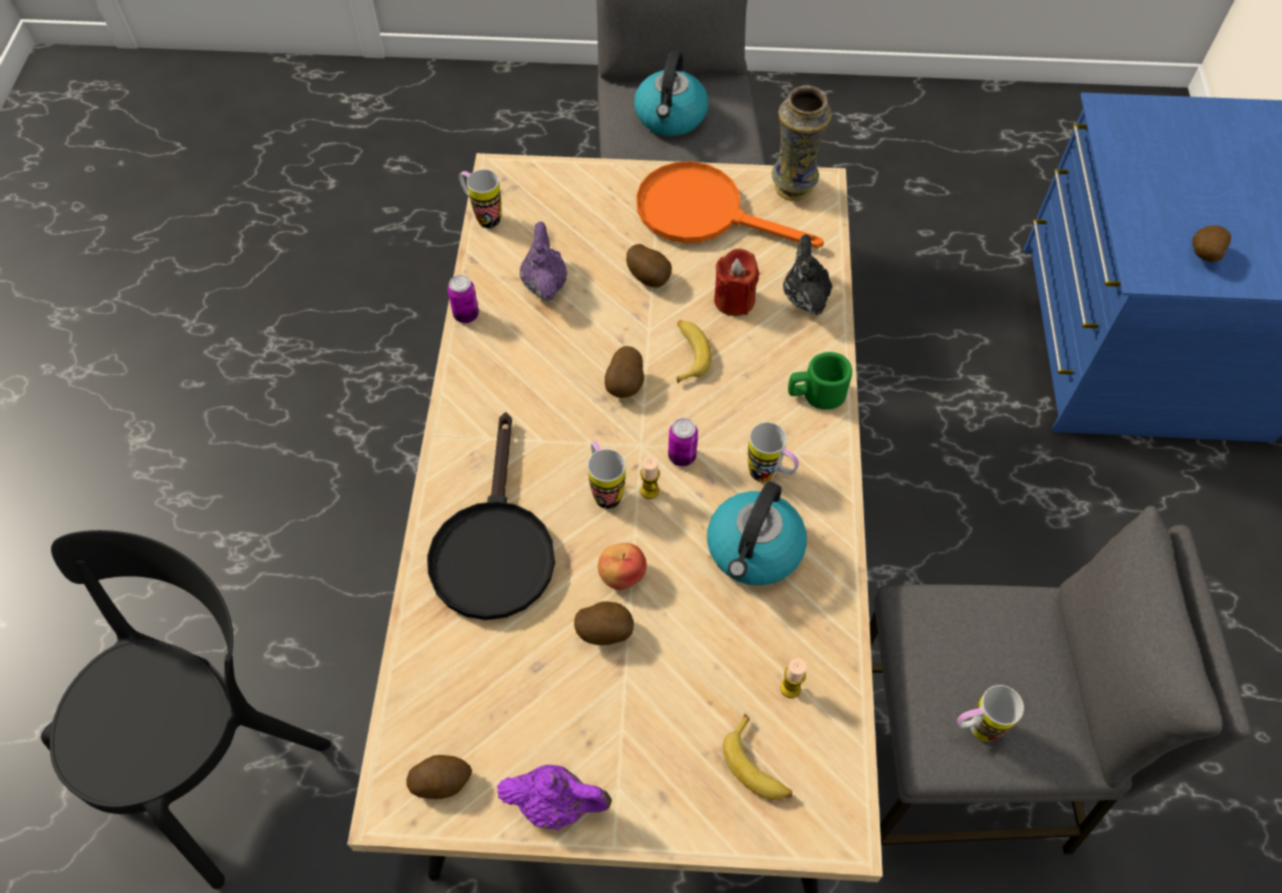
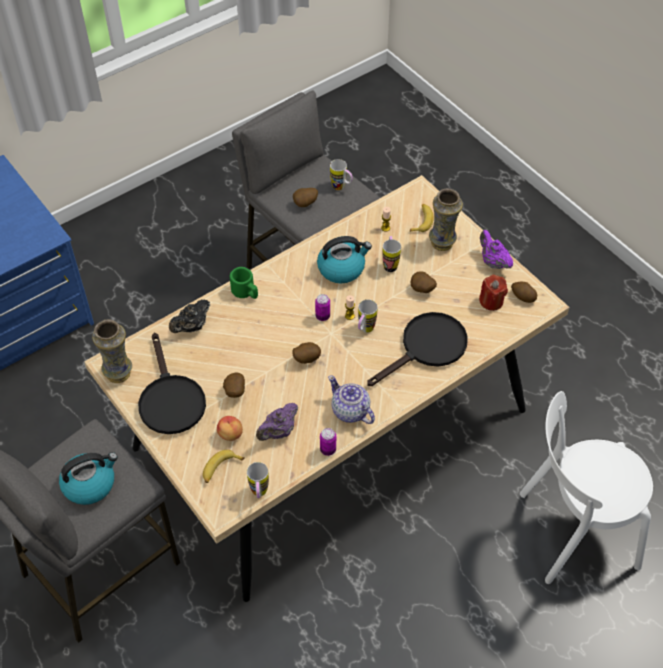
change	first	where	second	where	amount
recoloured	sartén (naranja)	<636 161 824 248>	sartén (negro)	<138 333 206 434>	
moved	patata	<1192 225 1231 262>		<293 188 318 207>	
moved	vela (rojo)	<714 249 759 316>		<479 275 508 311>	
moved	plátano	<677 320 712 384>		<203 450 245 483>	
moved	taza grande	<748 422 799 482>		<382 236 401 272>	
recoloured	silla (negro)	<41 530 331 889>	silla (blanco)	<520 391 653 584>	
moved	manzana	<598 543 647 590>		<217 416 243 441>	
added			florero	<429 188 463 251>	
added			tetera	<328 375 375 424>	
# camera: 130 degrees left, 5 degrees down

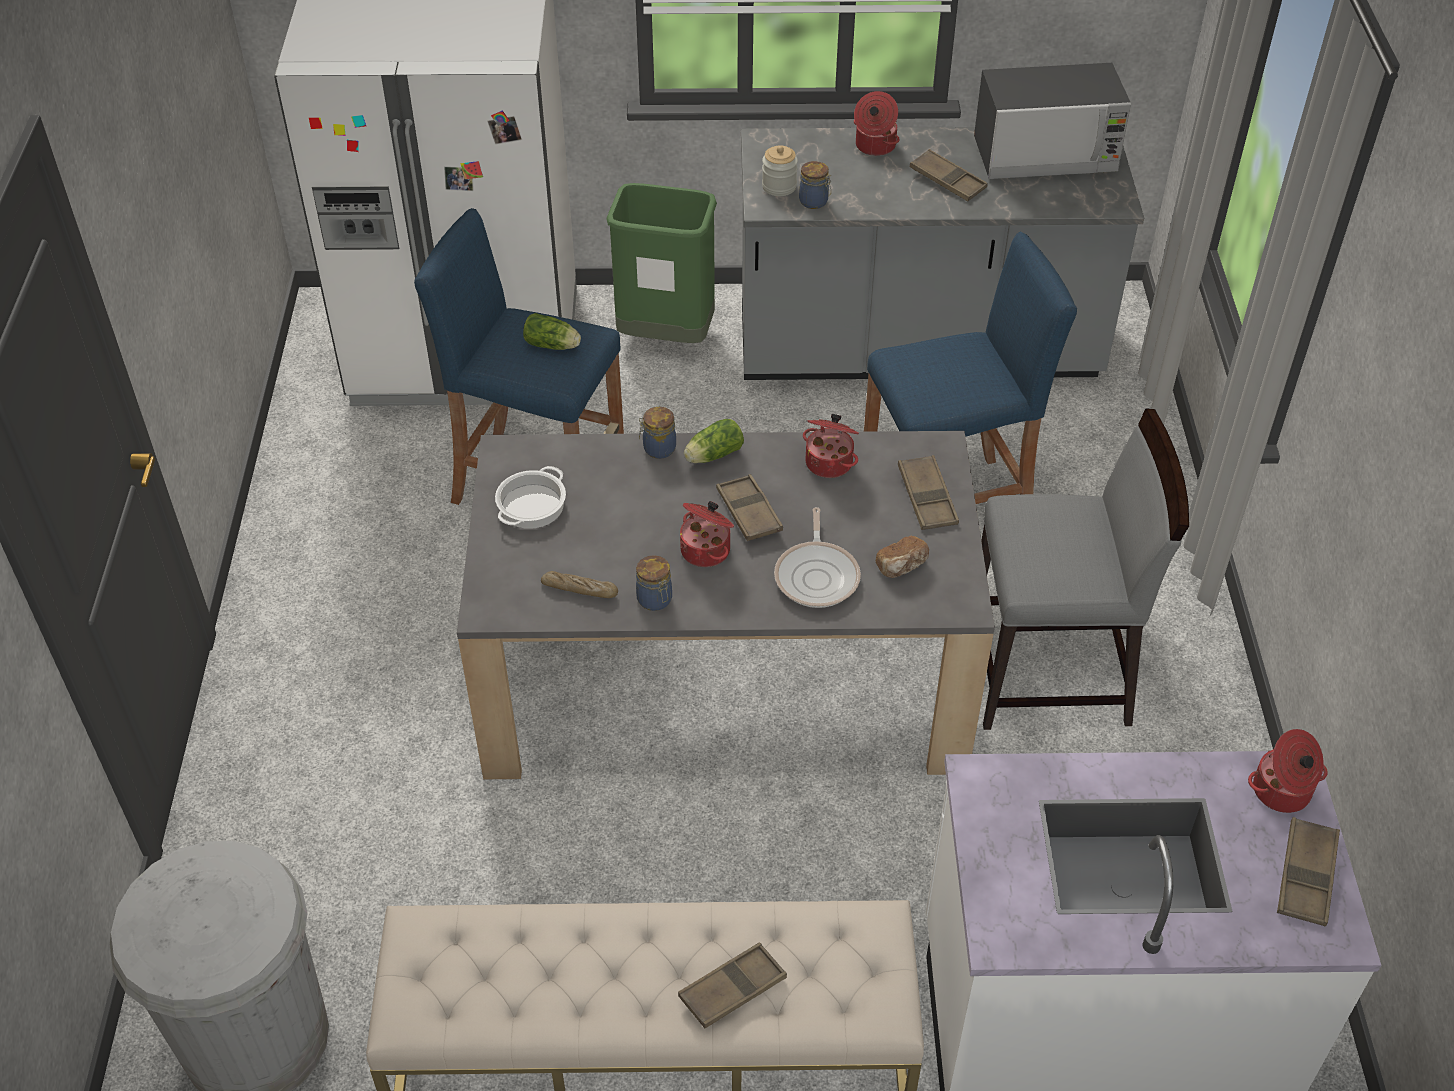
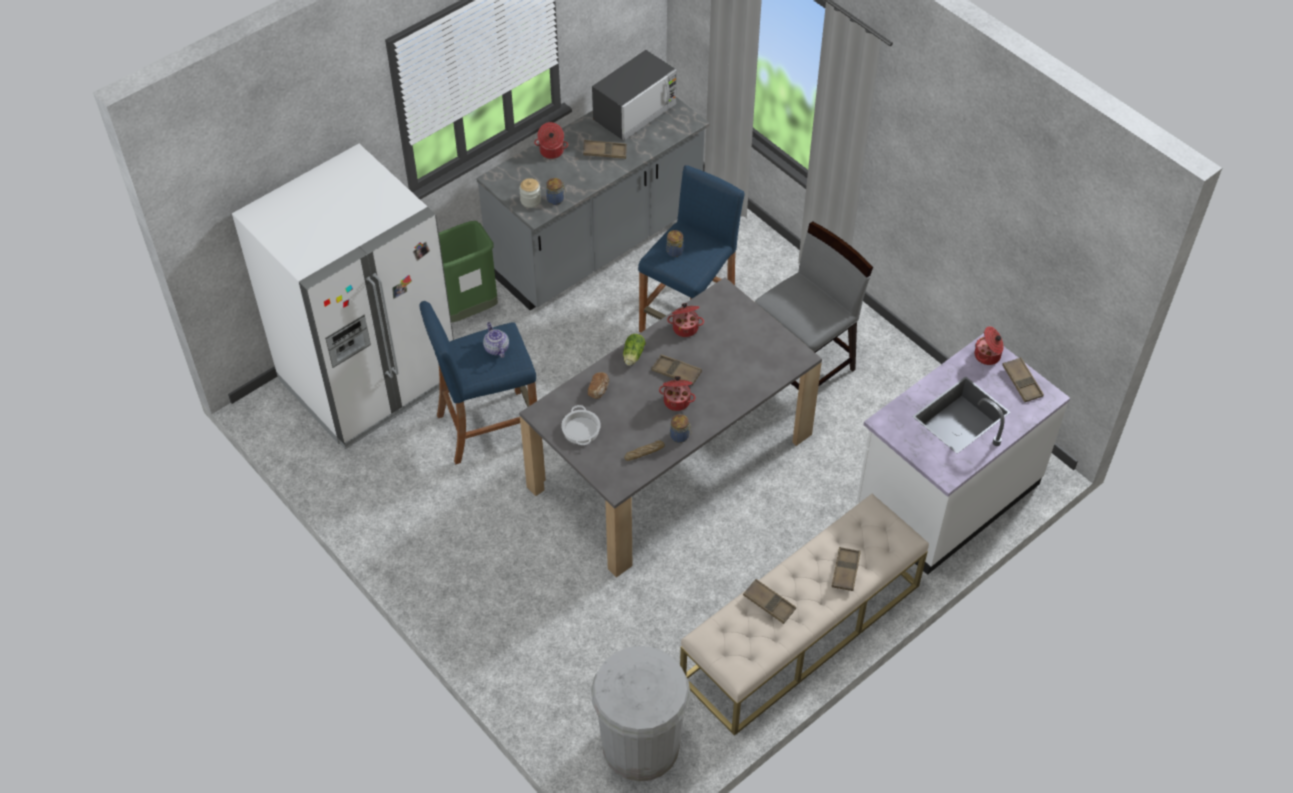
change	first	where	second	where	amount
replaced	lechuga	<523 313 581 350>	tetera	<483 322 509 358>	
moved	tarro	<639 407 676 459>		<666 230 684 257>	
moved	bandeja (marrón)	<898 455 959 530>		<743 579 796 624>	
removed	sartén	<774 507 861 608>			
moved	pan	<876 536 929 578>		<588 373 609 399>	
# camera: 40 degrees left, 5 degrees up

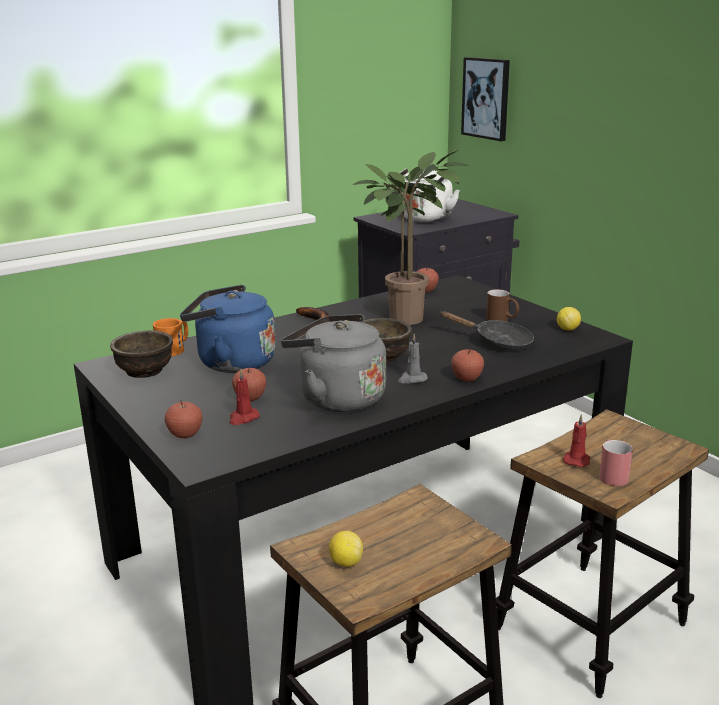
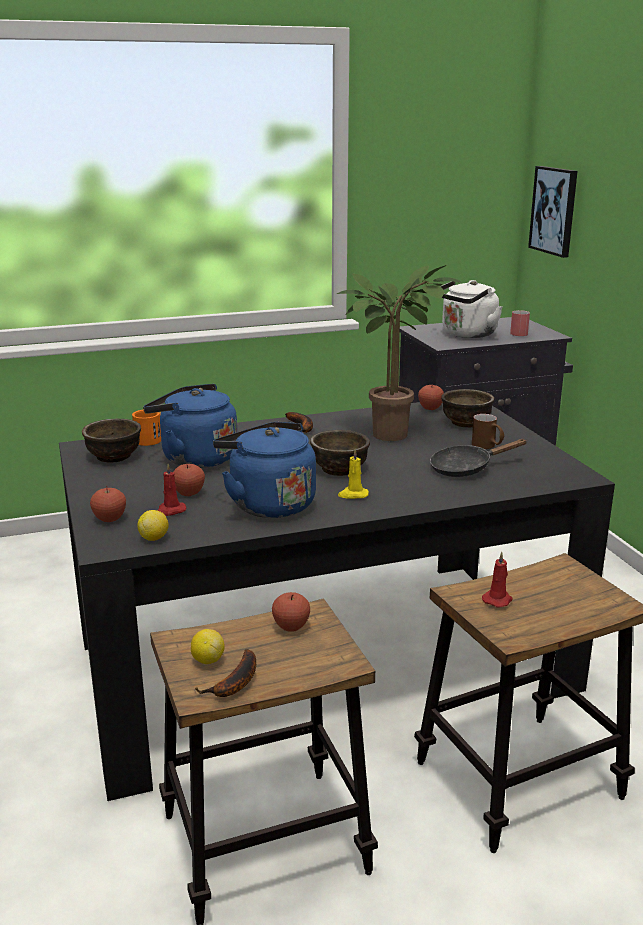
change	first	where	second	where	amount
moved	limón	<557 307 581 331>		<137 510 169 541>	
turned	sartén (negro)	<441 311 534 351>		<430 439 526 477>	120 degrees clockwise
recoloured	hervidor (gris)	<281 314 386 412>	hervidor (azul)	<213 422 316 518>	
recoloured	vela (gris)	<398 334 428 384>	vela (amarillo)	<338 449 369 499>	
moved	manzana	<451 349 484 382>		<272 592 310 631>	
moved	taza grande (rojo)	<599 440 633 486>		<510 310 530 336>	
added			cuenco (marrón)	<441 389 494 427>	
added			plátano	<195 649 256 697>	
# camera: 15 degrees right, 0 degrees up

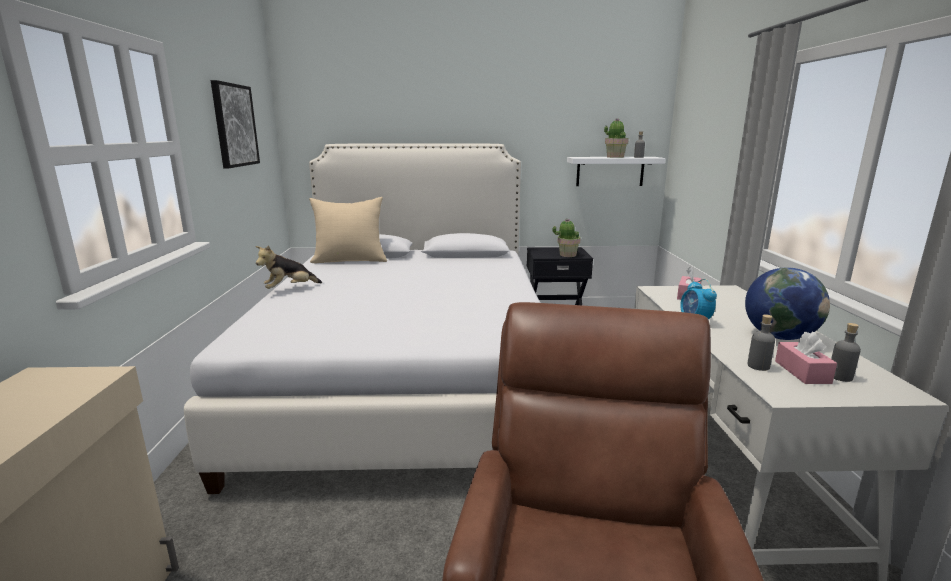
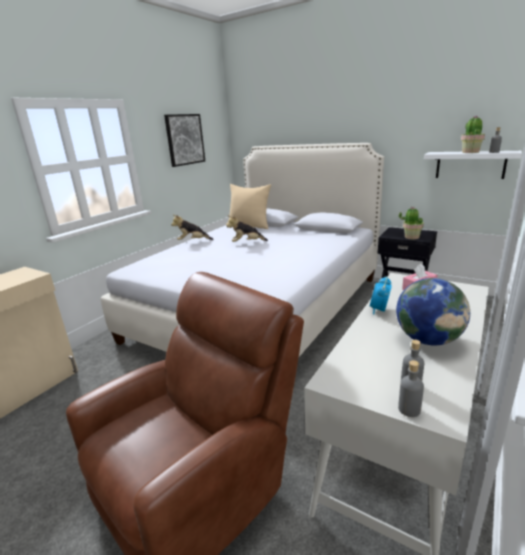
change	first	where	second	where	amount
moved	botella (gris)	<747 314 775 371>		<398 360 424 417>	
removed	caja de pañuelos (rosa)	<775 332 837 384>			
added			peluche	<227 215 268 242>	
# camera: 35 degrees right, 5 degrees up

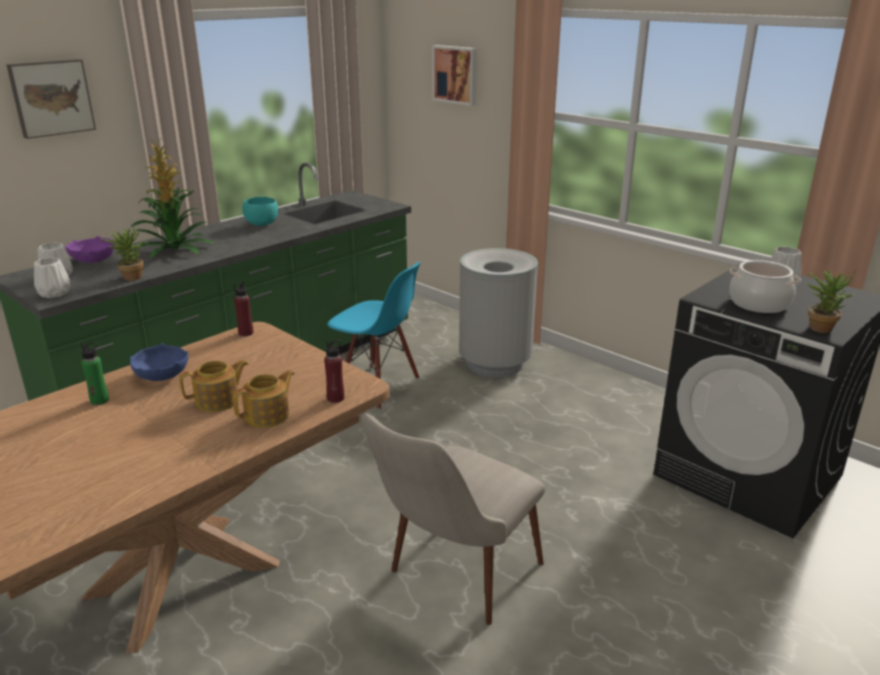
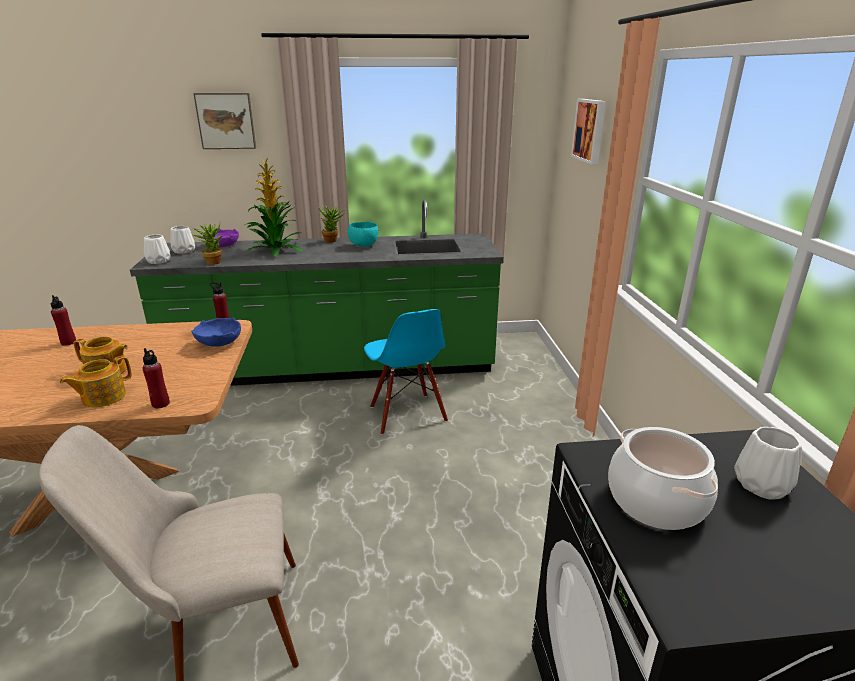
change	first	where	second	where	amount
removed	papelera (gris)	<459 248 538 377>			
moved	planta en maceta	<805 271 855 333>		<319 206 345 243>	
recoloured	botella (verde)	<81 342 109 405>	botella (rojo)	<51 295 76 346>	
moved	cuenco (azul)	<130 343 188 381>		<191 317 241 347>	
turned	tetera	<232 370 295 428>		<60 355 132 407>	135 degrees clockwise
# camera: 40 degrees right, 0 degrees up

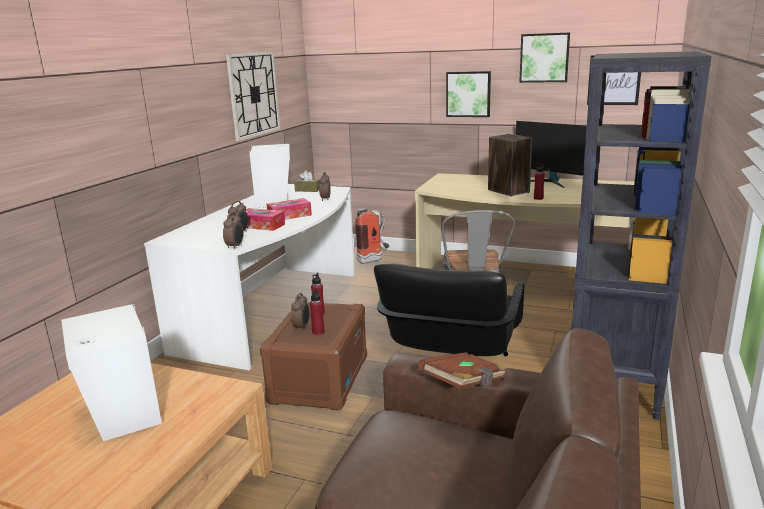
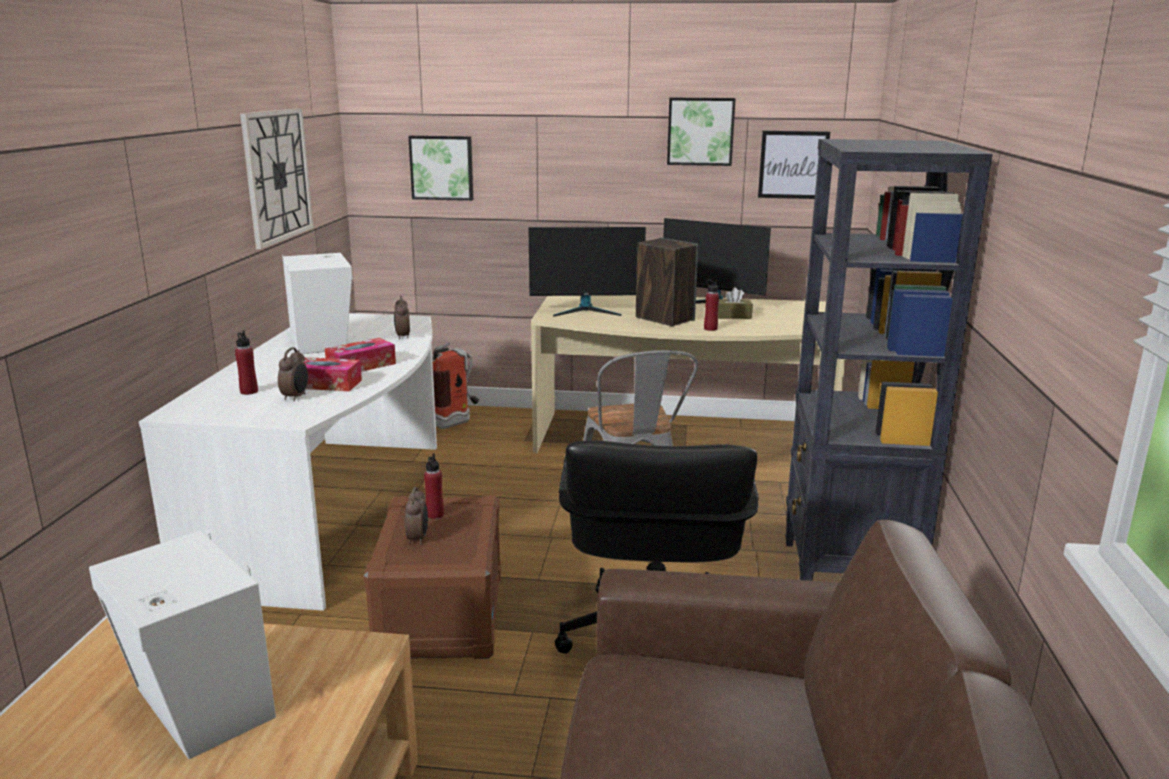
change	first	where	second	where	amount
moved	cuadro	<446 71 491 117>		<408 136 473 201>	
moved	caja de pañuelos (marrón)	<294 170 320 192>		<718 287 753 319>	
removed	despertador	<223 212 244 249>			
moved	botella (rojo)	<310 288 325 335>		<235 330 258 395>	
removed	libro (marrón)	<418 352 508 389>			
added			monitor	<529 227 646 317>	
# camera: 15 degrees left, 0 degrees up

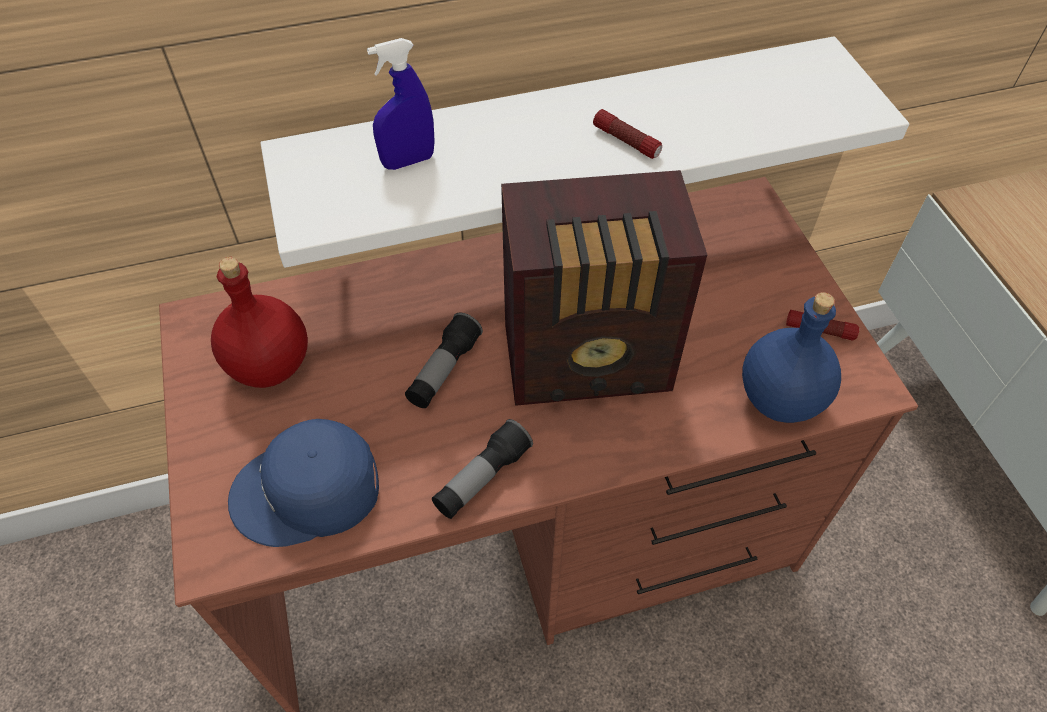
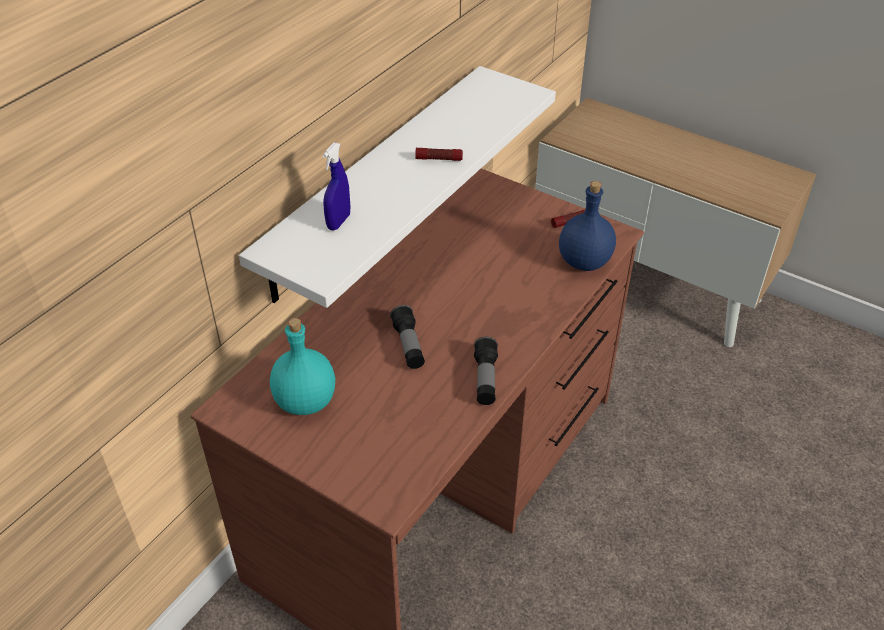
change	first	where	second	where	amount
removed	radio	<501 170 707 406>			
recoloured	botella (rojo)	<211 257 308 388>	botella (turquesa)	<270 318 335 415>	
removed	gorra (azul)	<228 419 379 547>			
# camera: 40 degrees left, 10 degrees down

